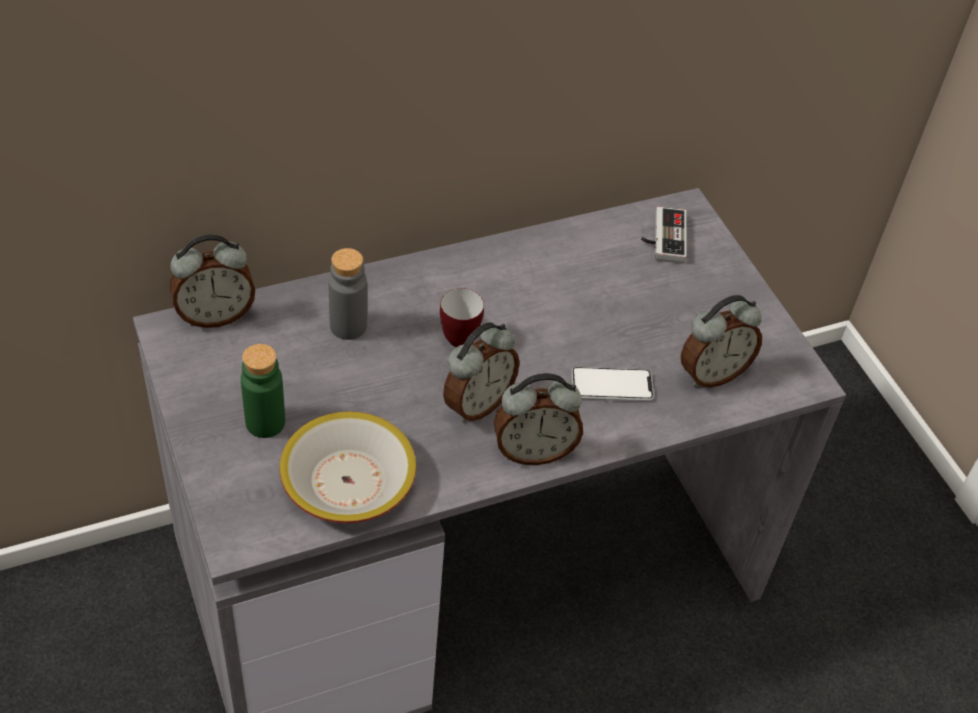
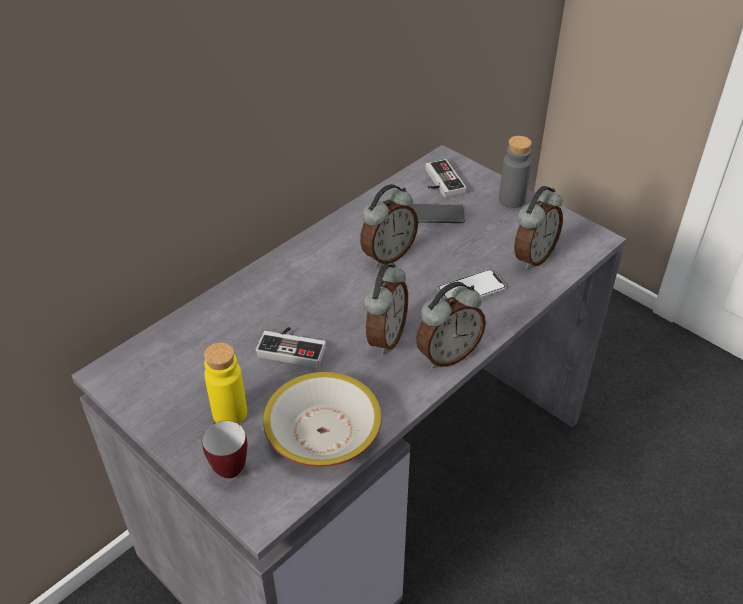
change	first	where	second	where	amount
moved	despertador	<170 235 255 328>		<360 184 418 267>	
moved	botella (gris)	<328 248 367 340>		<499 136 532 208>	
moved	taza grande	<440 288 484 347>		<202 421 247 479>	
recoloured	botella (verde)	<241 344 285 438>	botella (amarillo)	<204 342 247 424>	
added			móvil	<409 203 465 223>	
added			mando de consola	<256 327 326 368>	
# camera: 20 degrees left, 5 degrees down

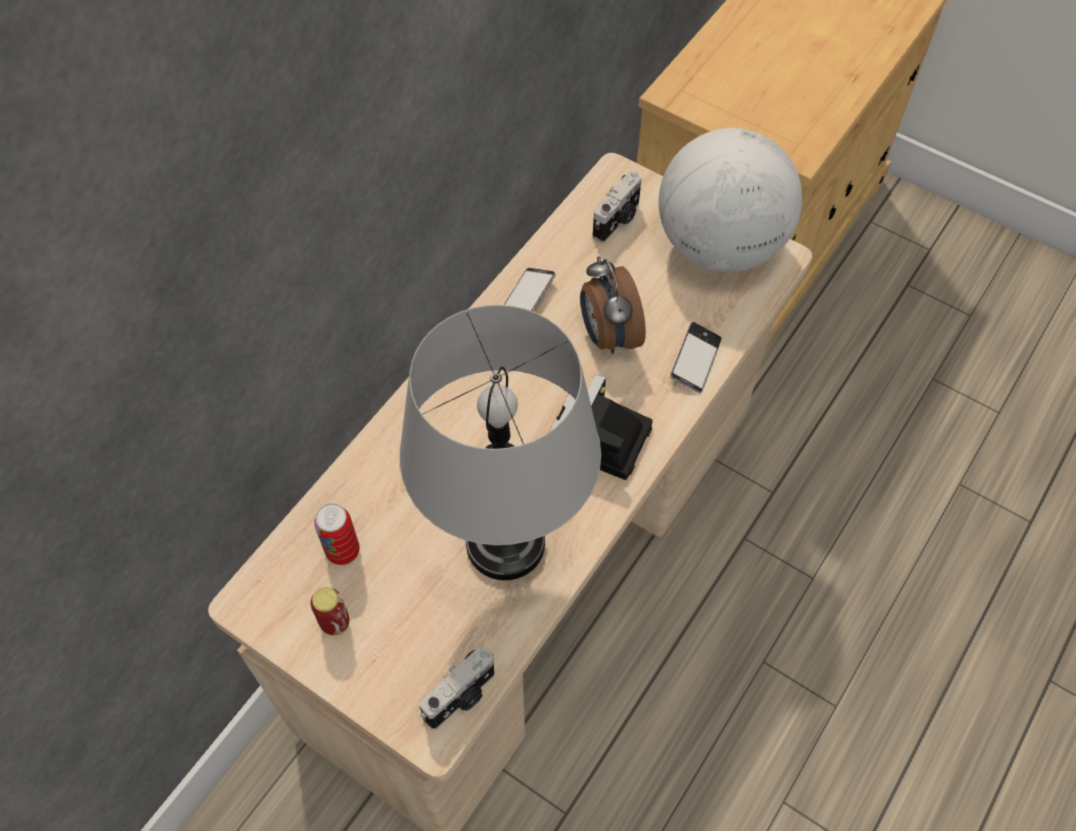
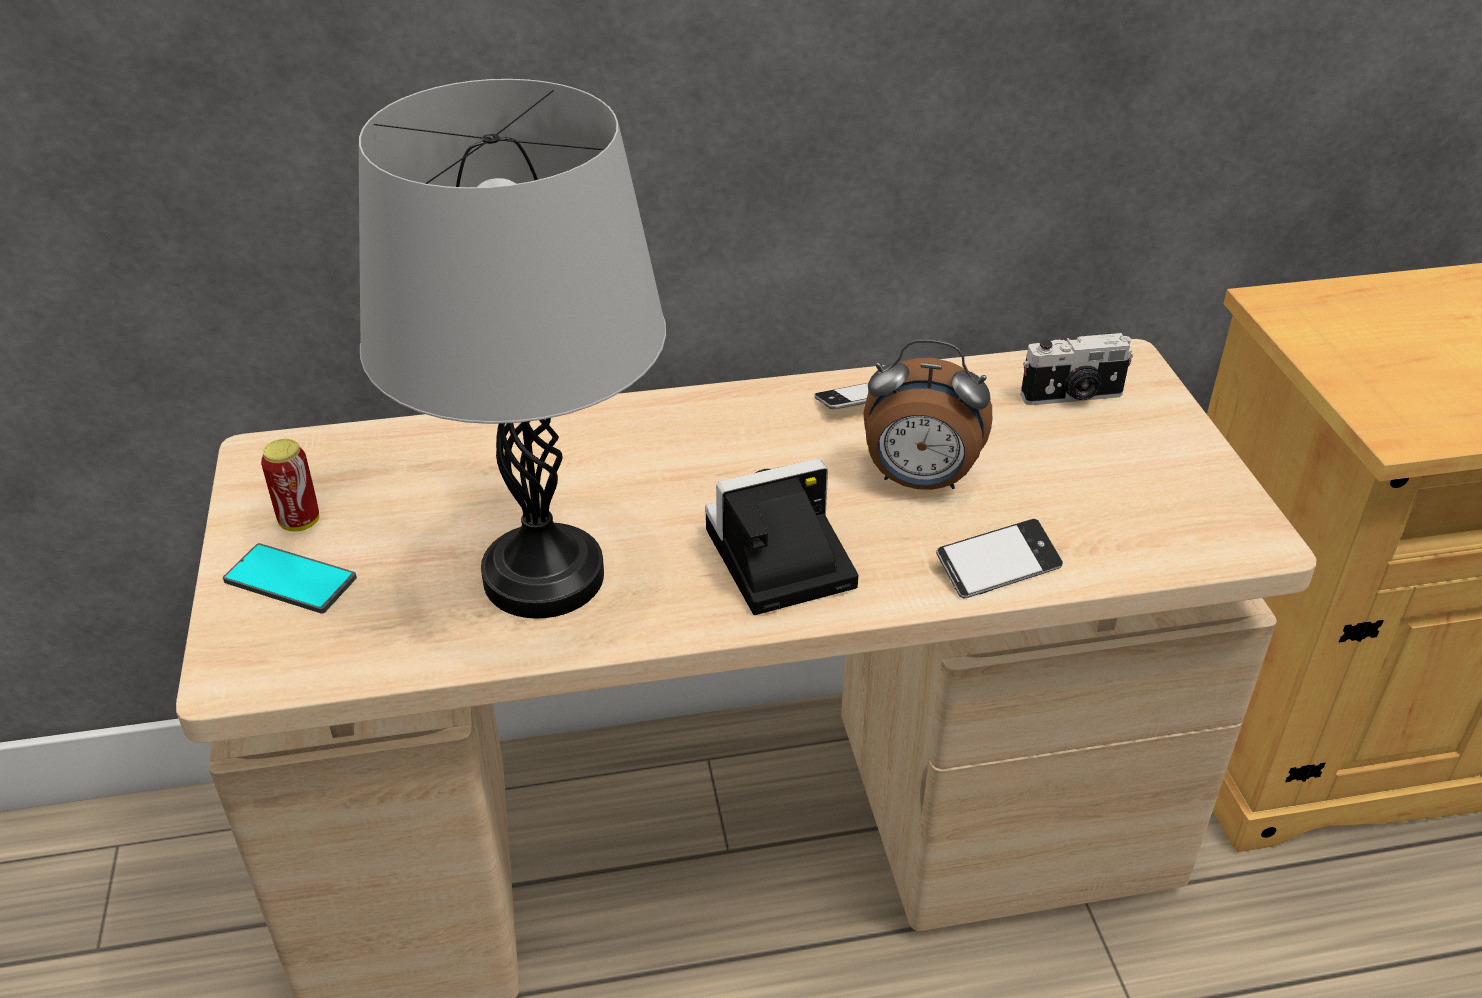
change	first	where	second	where	amount
removed	globo terráqueo	<659 128 802 272>			
turned	despertador	<580 256 646 354>		<863 339 992 490>	105 degrees counterclockwise
removed	lata	<314 503 360 565>			
removed	cámara	<419 647 494 730>			
added			móvil	<223 543 357 614>	
# camera: 45 degrees right, 20 degrees down

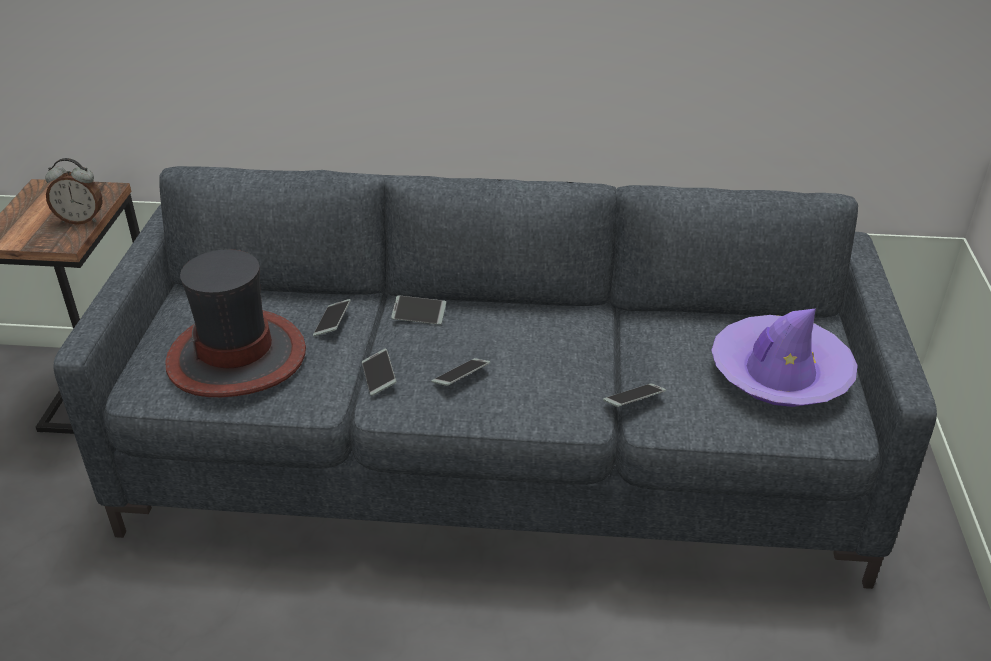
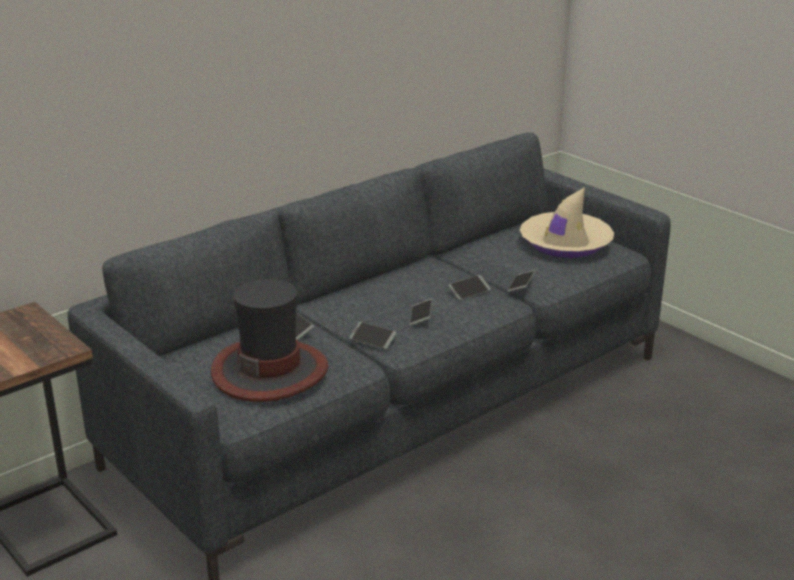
change	first	where	second	where	amount
removed	despertador	<45 158 103 225>			
moved	móvil	<391 295 447 325>		<448 275 491 300>	
recoloured	sombrero (morado)	<711 308 858 407>	sombrero (beis)	<520 187 614 258>	
# camera: 45 degrees left, 10 degrees down

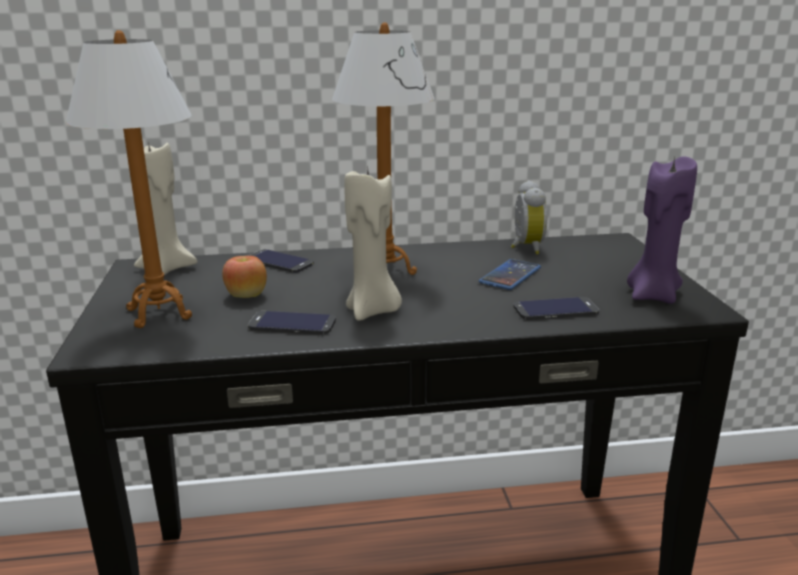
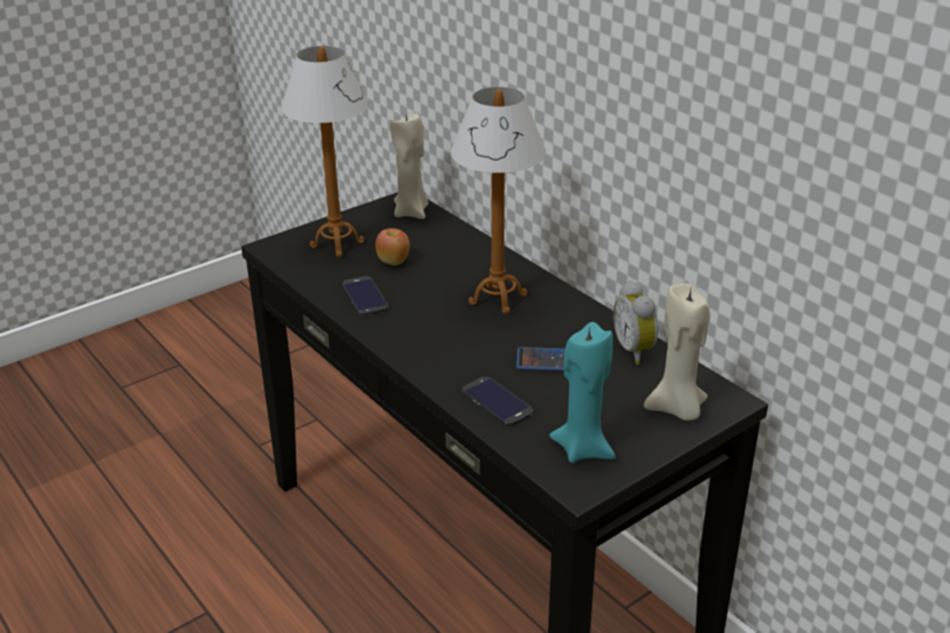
change	first	where	second	where	amount
recoloured	vela (morado)	<627 156 697 304>	vela (turquesa)	<549 322 616 463>	
moved	vela (beis)	<344 167 402 321>		<644 283 710 421>	
turned	despertador	<511 180 547 255>		<613 281 658 365>	105 degrees clockwise
removed	móvil	<248 249 314 273>			
# camera: 60 degrees right, 10 degrees up

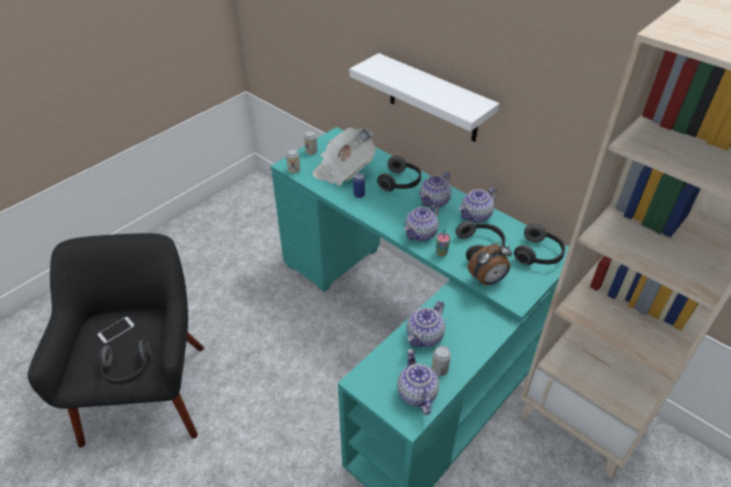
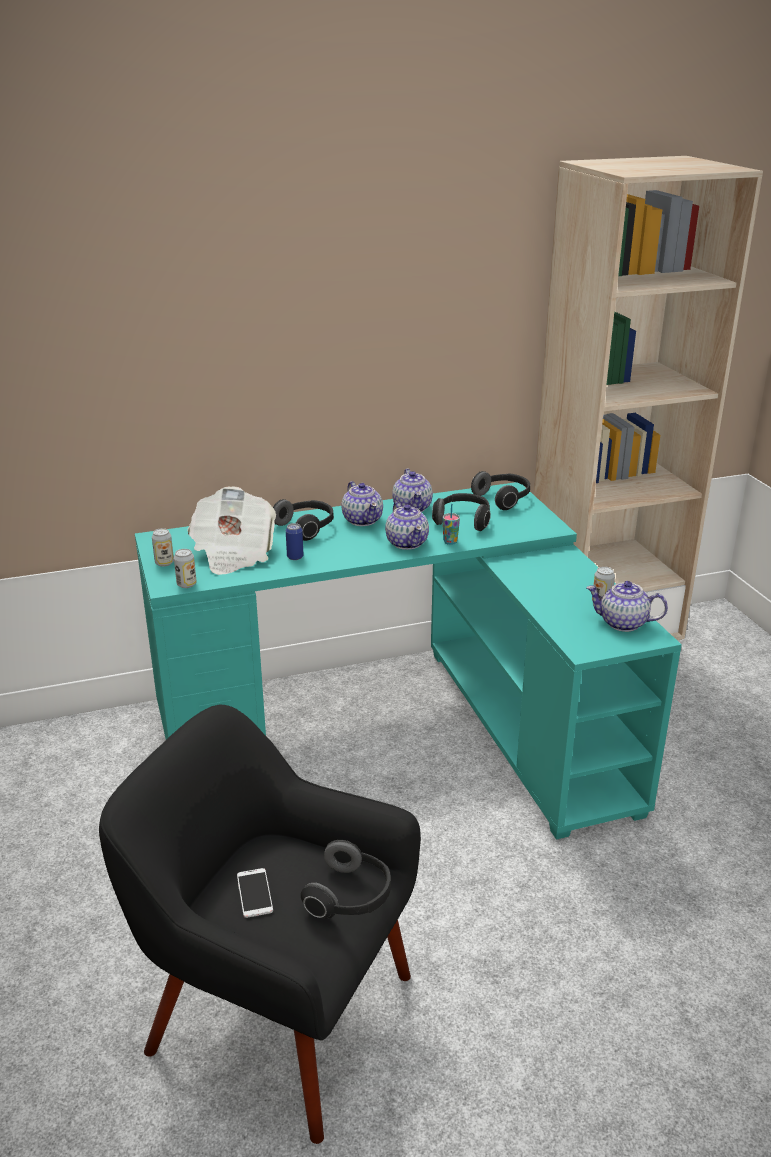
change	first	where	second	where	amount
removed	estante (blanco)	<350 53 499 142>			
removed	despertador	<468 242 512 285>			
removed	tetera	<407 301 445 347>			
# camera: 60 degrees left, 15 degrees down

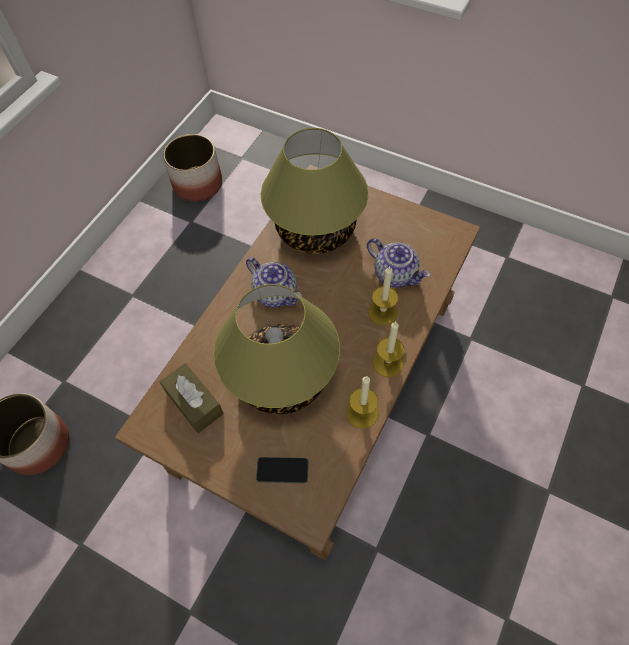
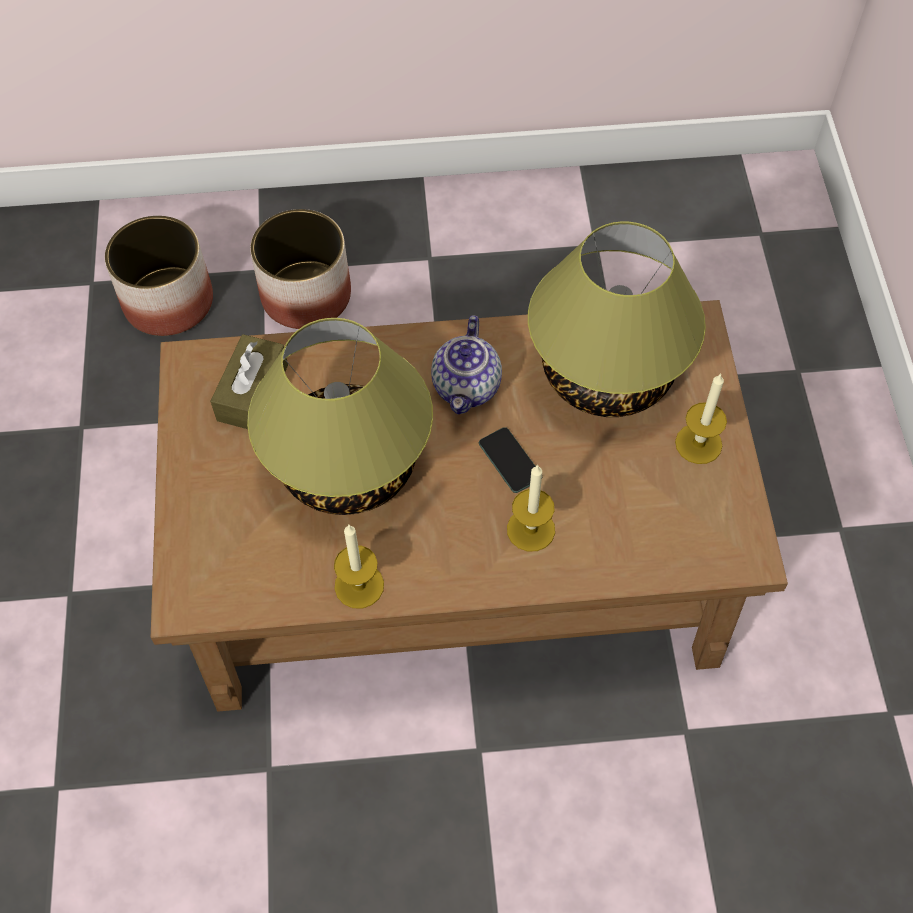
change	first	where	second	where	amount
moved	maceta	<163 134 222 202>		<250 209 351 329>	
removed	tetera	<367 238 431 288>			
moved	vela	<373 321 404 377>		<675 373 727 464>	
moved	móvil	<256 457 308 483>		<479 427 536 493>	
# camera: 55 degrees right, 0 degrees up

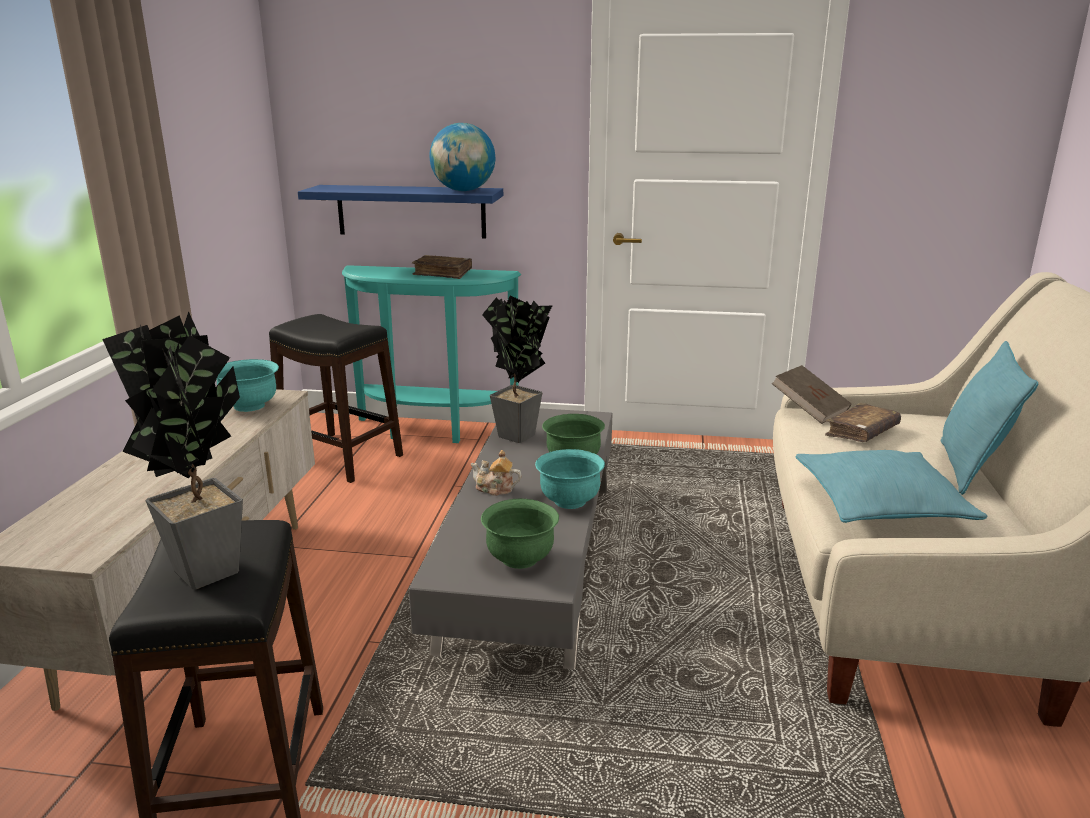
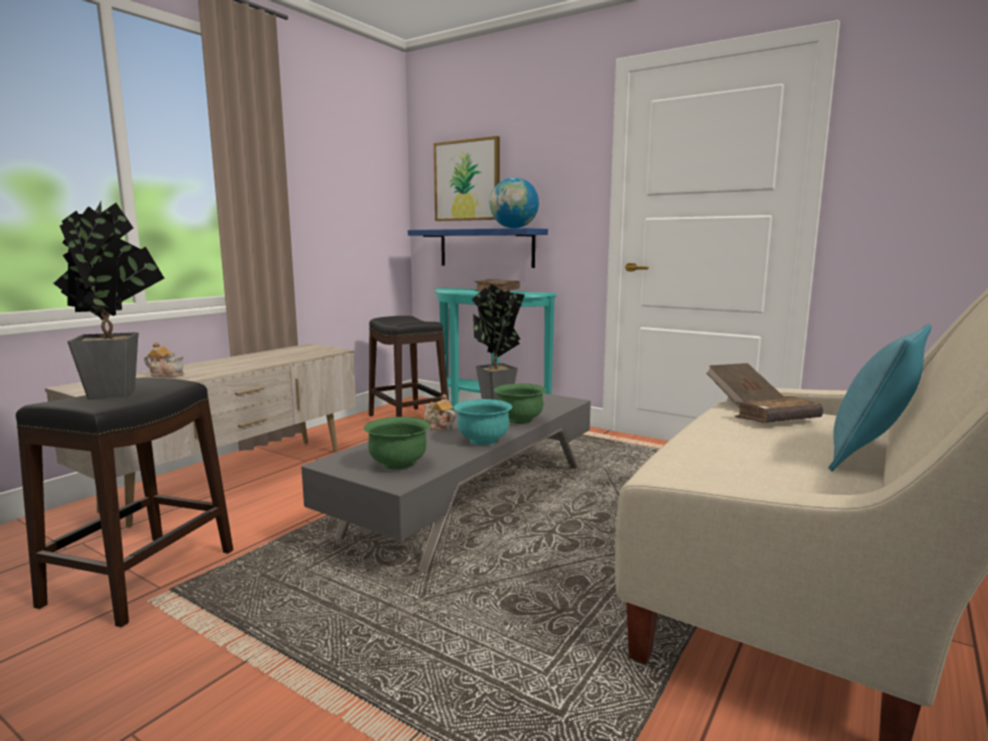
change	first	where	second	where	amount
removed	cuenco (turquesa)	<217 359 279 412>			
removed	cojín (turquesa)	<795 450 988 523>			
added			cuadro	<434 136 500 221>	
added			tetera	<144 342 184 377>	
# camera: 25 degrees right, 10 degrees down

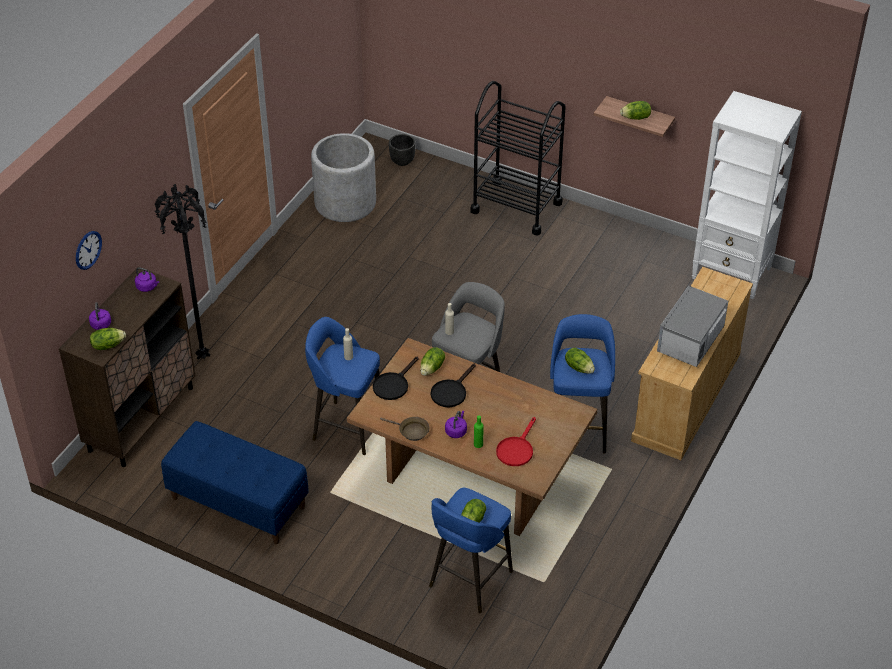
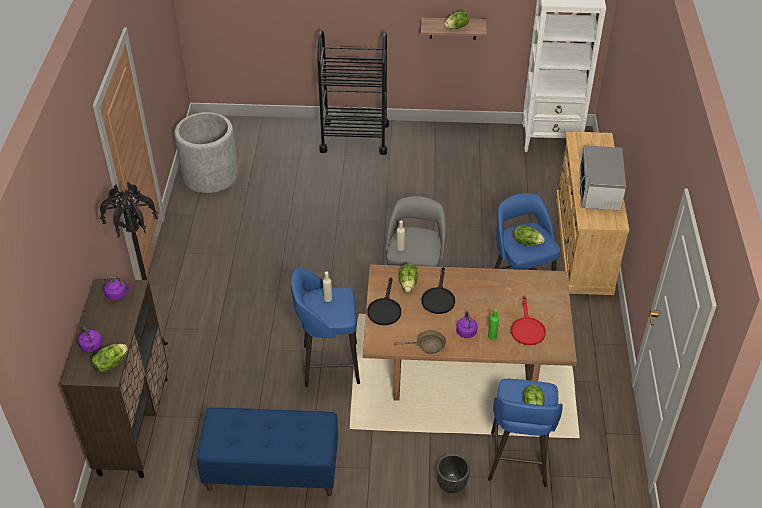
change	first	where	second	where	amount
moved	maceta (negro)	<389 134 415 166>		<437 454 470 493>	
removed	reloj de pared	<76 231 102 270>			
# camera: 25 degrees left, 0 degrees up

